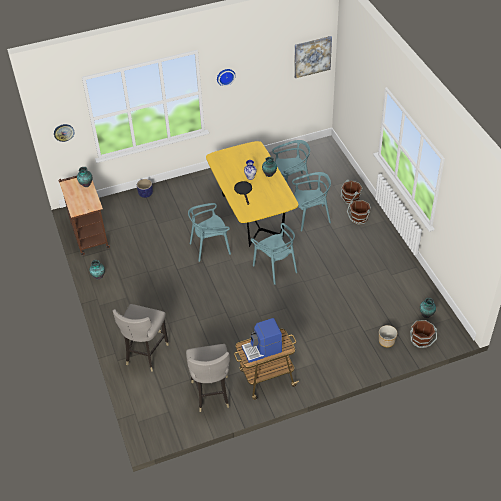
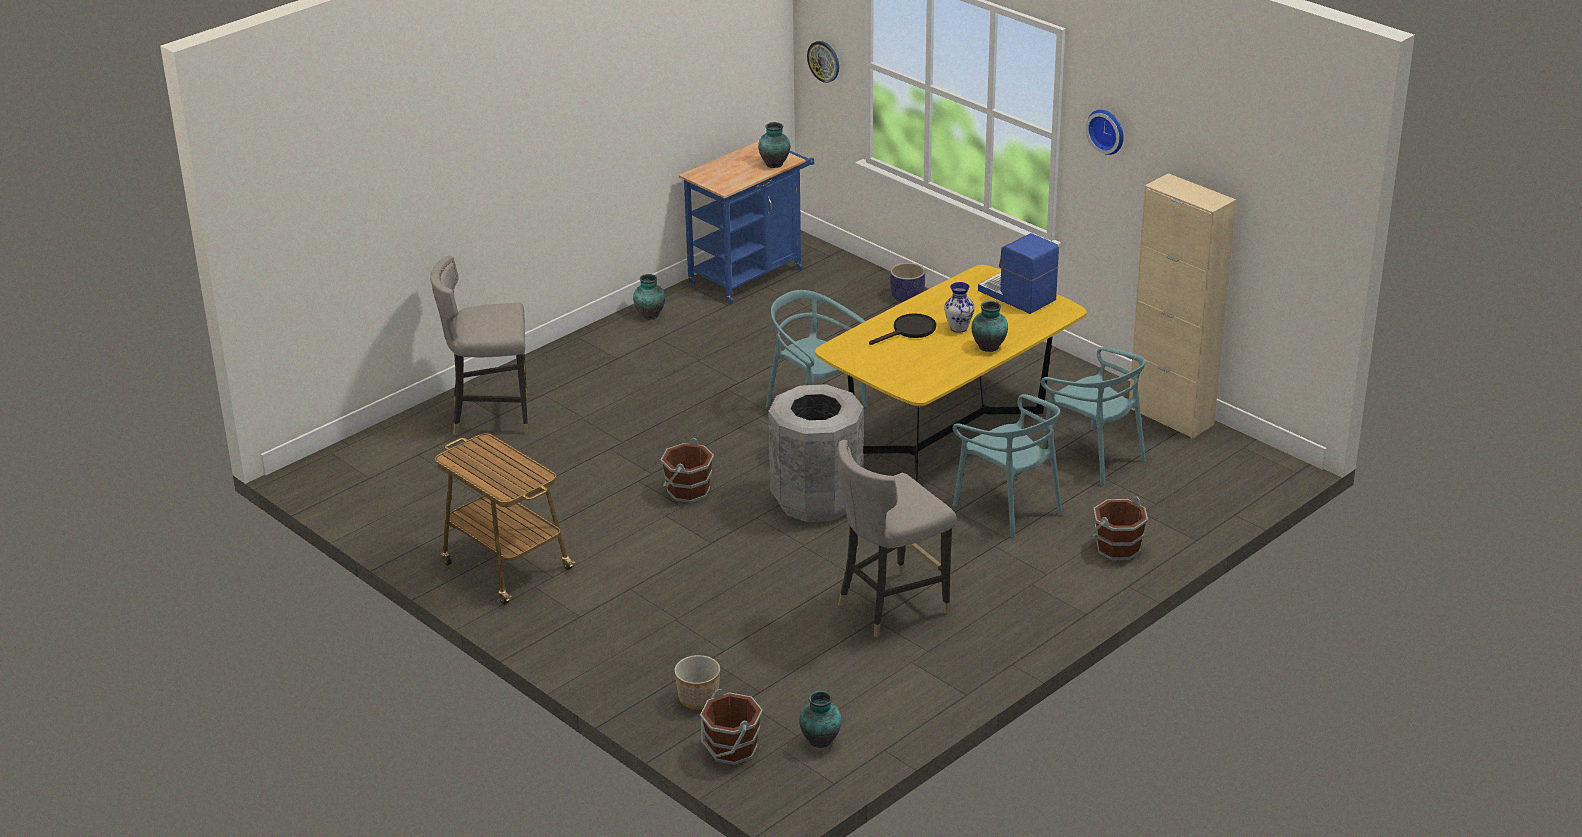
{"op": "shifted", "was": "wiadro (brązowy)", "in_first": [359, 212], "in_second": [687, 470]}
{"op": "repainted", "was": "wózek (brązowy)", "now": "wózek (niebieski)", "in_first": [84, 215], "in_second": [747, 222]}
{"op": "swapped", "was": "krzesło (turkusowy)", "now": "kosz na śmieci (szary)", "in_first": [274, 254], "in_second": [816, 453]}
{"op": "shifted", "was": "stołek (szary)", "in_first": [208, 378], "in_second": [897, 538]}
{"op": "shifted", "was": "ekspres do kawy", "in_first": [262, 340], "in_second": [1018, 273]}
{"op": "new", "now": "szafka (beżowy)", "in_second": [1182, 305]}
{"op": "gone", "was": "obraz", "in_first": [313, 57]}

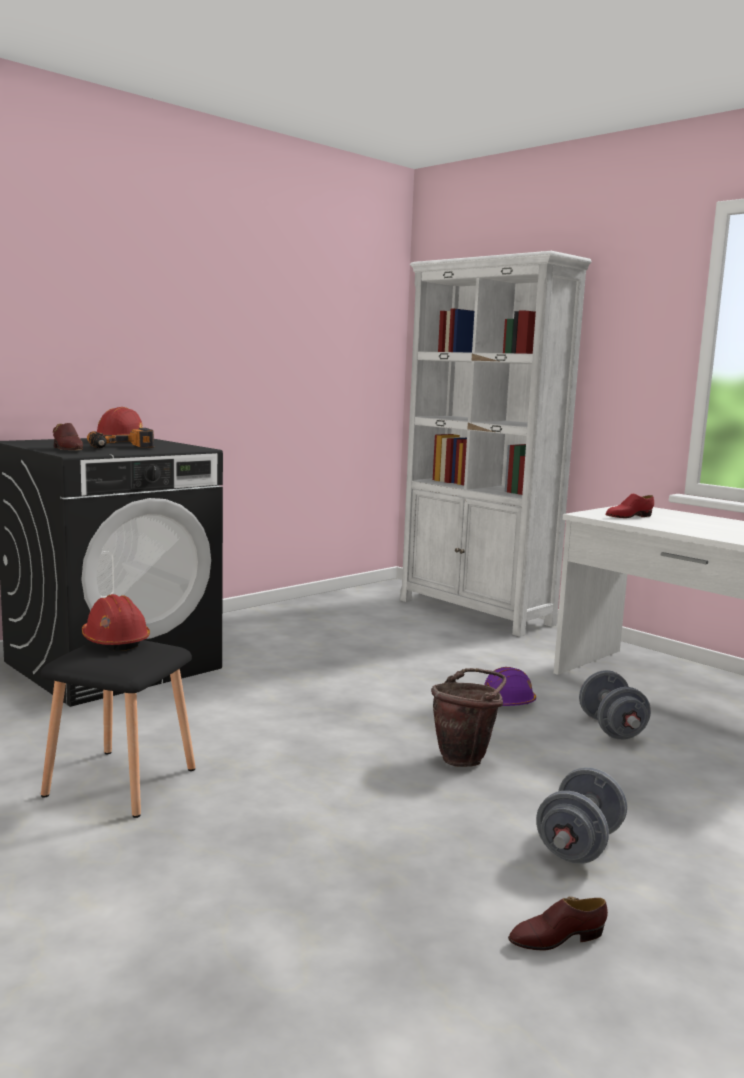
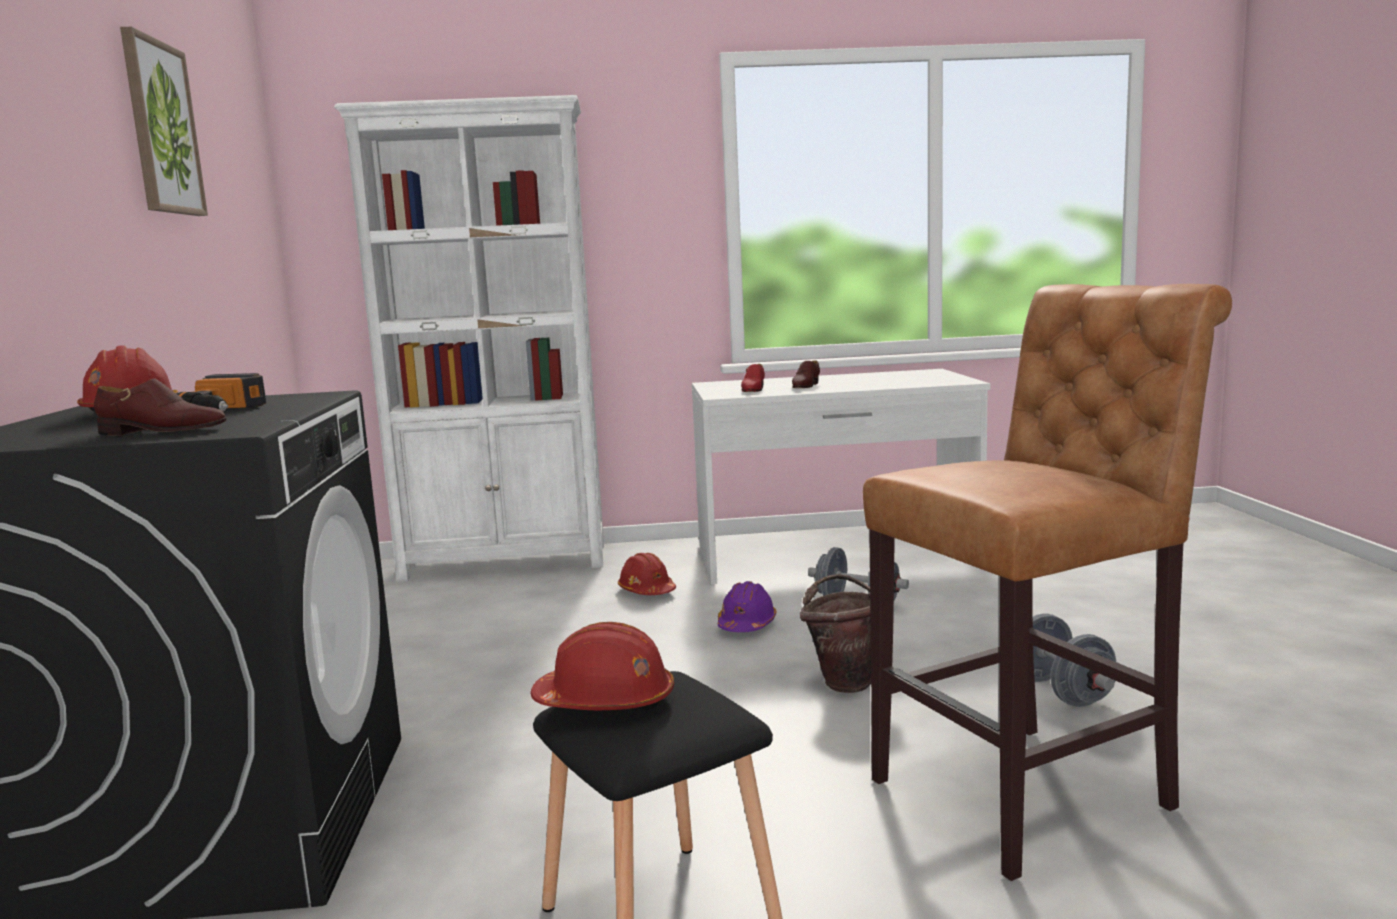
{"op": "new", "now": "obraz", "in_second": [164, 121]}
{"op": "new", "now": "kask (czerwony)", "in_second": [647, 574]}
{"op": "shifted", "was": "but (brązowy)", "in_first": [558, 924], "in_second": [806, 374]}
{"op": "new", "now": "stołek (brązowy)", "in_second": [1047, 582]}

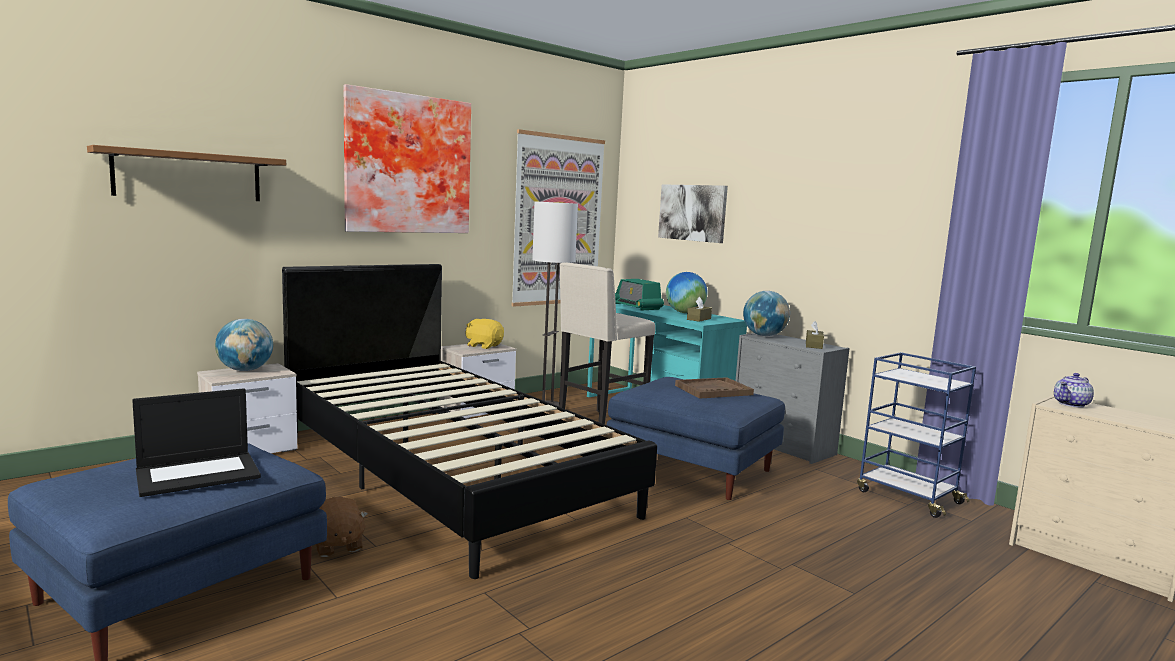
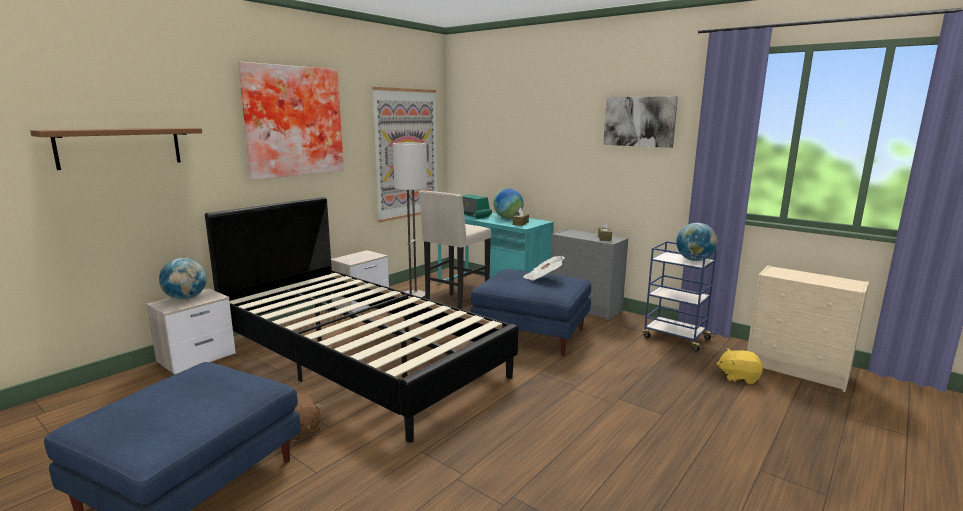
{"op": "swapped", "was": "taca (brązowy)", "now": "gazeta", "in_first": [714, 388], "in_second": [544, 268]}
{"op": "shifted", "was": "obraz", "in_first": [693, 213], "in_second": [640, 122]}
{"op": "shifted", "was": "globus", "in_first": [766, 313], "in_second": [697, 242]}
{"op": "shifted", "was": "pluszak (żółty)", "in_first": [484, 334], "in_second": [739, 366]}
{"op": "gone", "was": "laptop", "in_first": [196, 442]}
{"op": "gone", "was": "imbryk", "in_first": [1074, 390]}

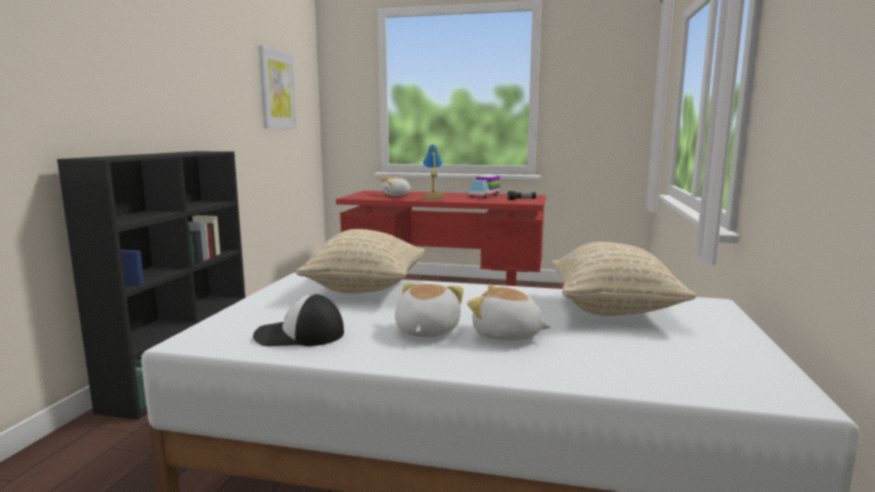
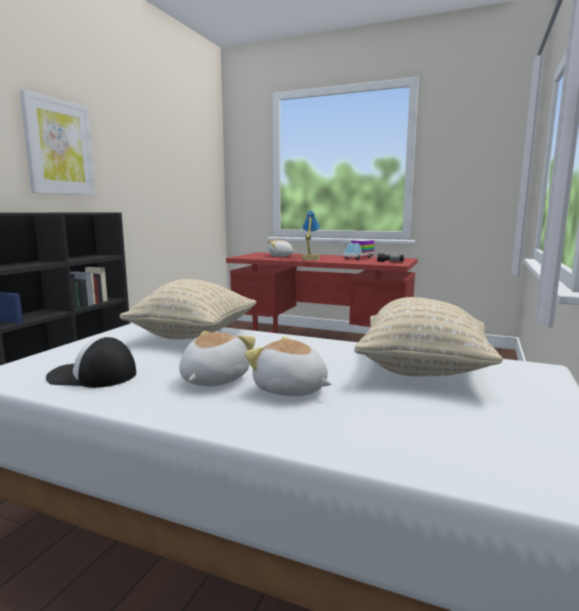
{"op": "shifted", "was": "obraz", "in_first": [277, 86], "in_second": [58, 142]}

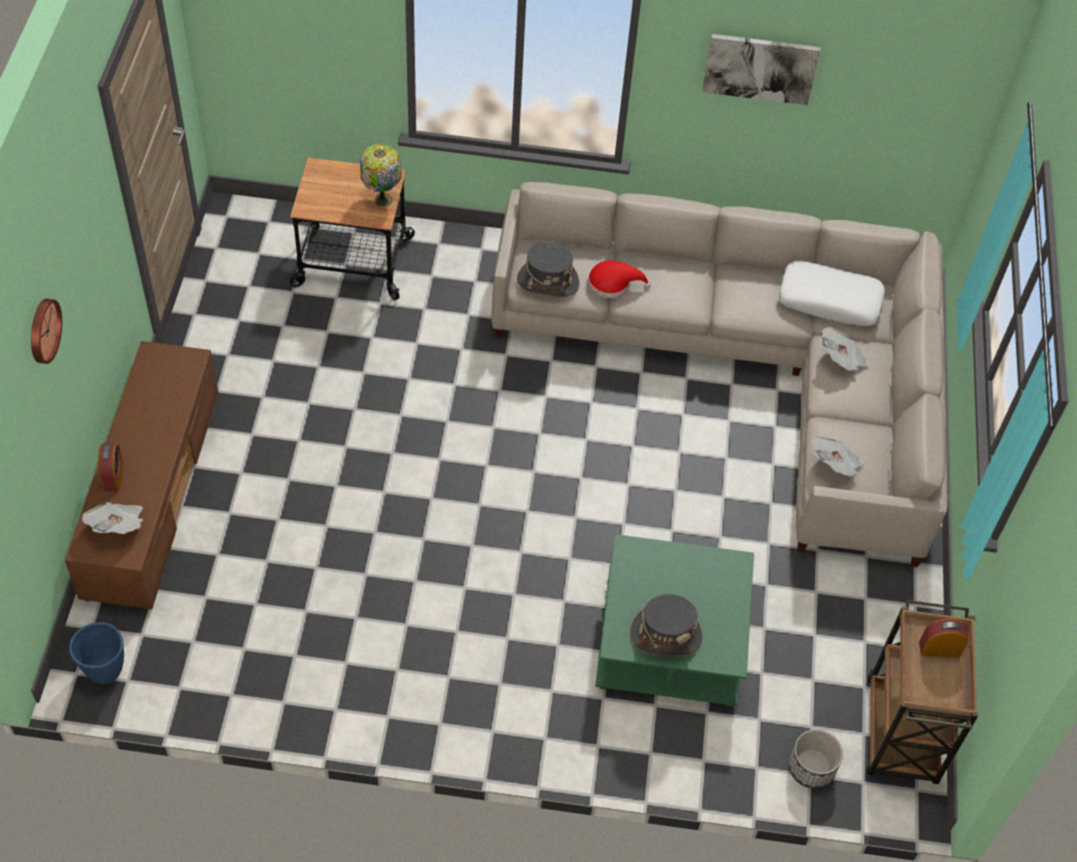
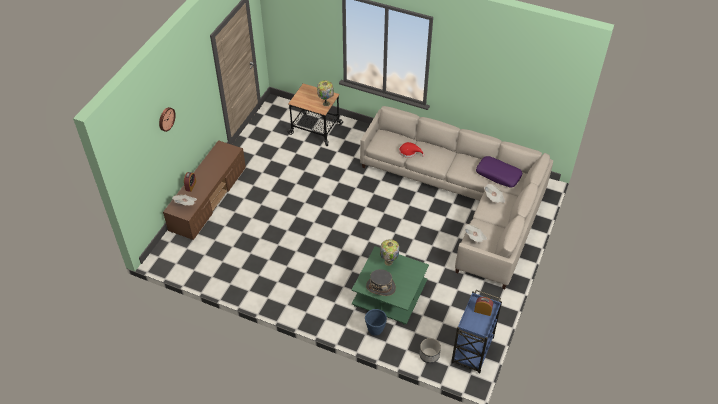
{"op": "shifted", "was": "donica (niebieski)", "in_first": [96, 653], "in_second": [376, 322]}
{"op": "new", "now": "lampa stołowa", "in_second": [389, 252]}
{"op": "repainted", "was": "wózek (brązowy)", "now": "wózek (niebieski)", "in_first": [922, 692], "in_second": [476, 331]}
{"op": "repainted", "was": "poduszka (biały)", "now": "poduszka (fioletowy)", "in_first": [832, 293], "in_second": [499, 172]}
{"op": "gone", "was": "kapelusz (szary)", "in_first": [548, 269]}
{"op": "gone", "was": "obraz", "in_first": [761, 69]}

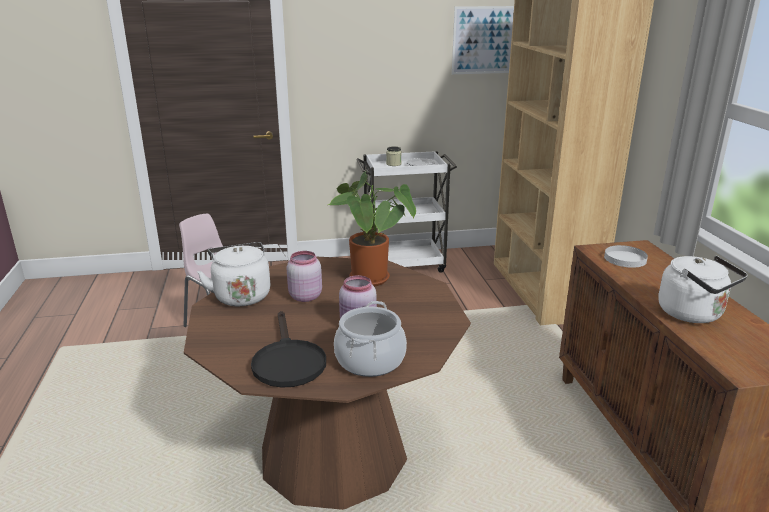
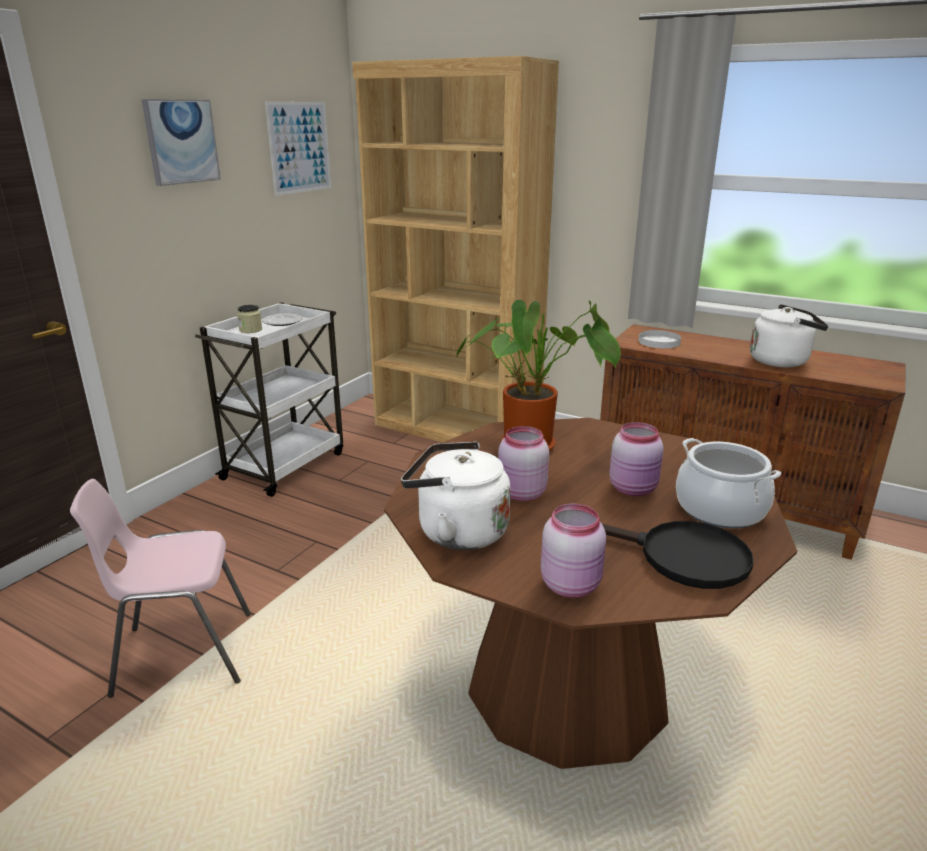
{"op": "new", "now": "obraz", "in_second": [181, 142]}
{"op": "new", "now": "słoik (różowy)", "in_second": [573, 551]}

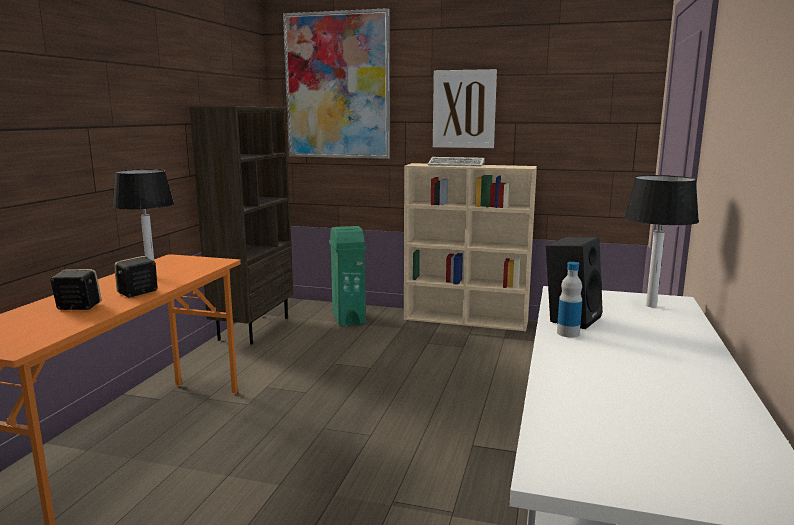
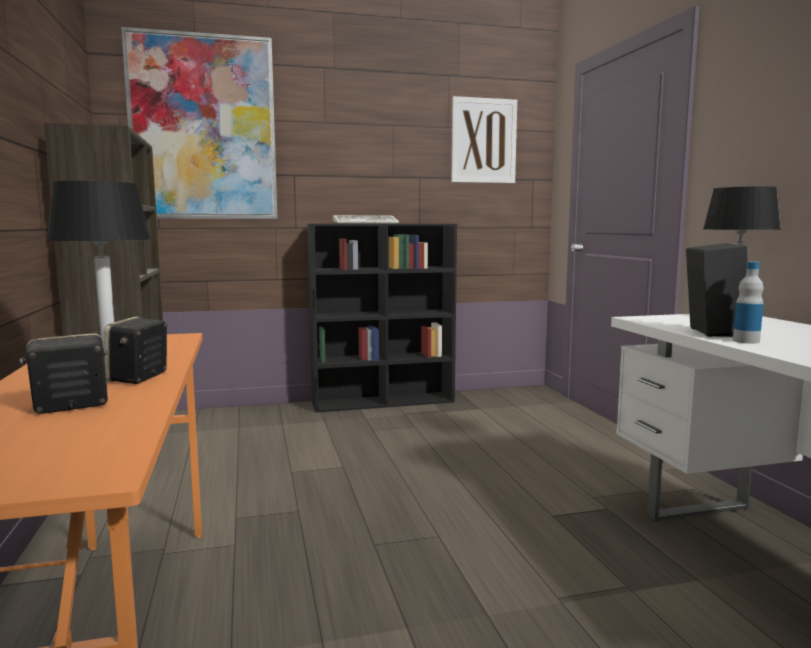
{"op": "repainted", "was": "regał (beżowy)", "now": "regał (czarny)", "in_first": [470, 247], "in_second": [382, 318]}
{"op": "shifted", "was": "obraz", "in_first": [465, 108], "in_second": [484, 139]}
{"op": "gone", "was": "kosz na śmieci (zielony)", "in_first": [347, 276]}

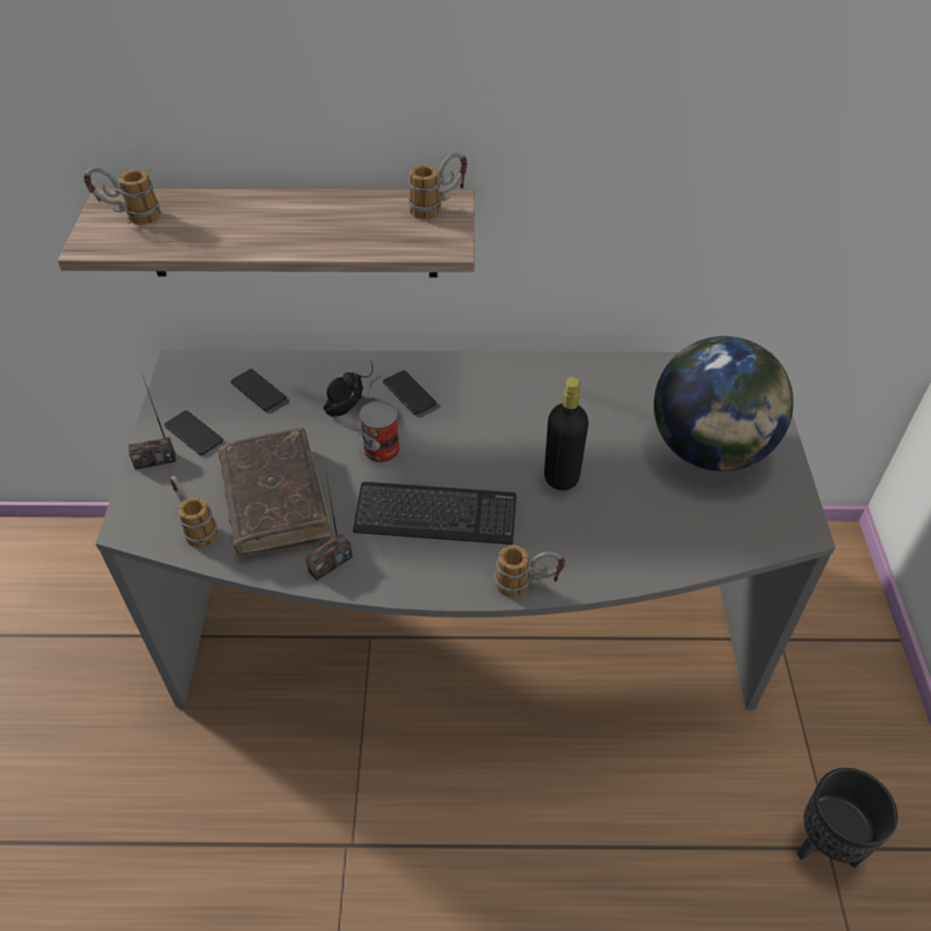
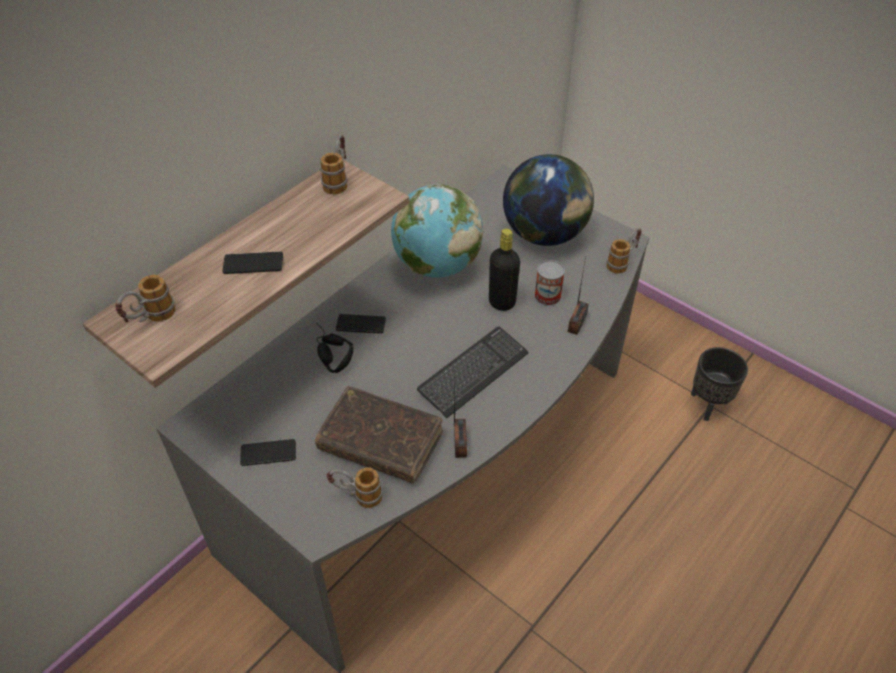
{"op": "shifted", "was": "telefon", "in_first": [259, 390], "in_second": [252, 262]}
{"op": "new", "now": "globus", "in_second": [437, 231]}
{"op": "shifted", "was": "puszka", "in_first": [379, 432], "in_second": [549, 283]}
{"op": "shifted", "was": "radio", "in_first": [152, 422], "in_second": [578, 295]}
{"op": "shifted", "was": "kubek", "in_first": [530, 571], "in_second": [624, 250]}

